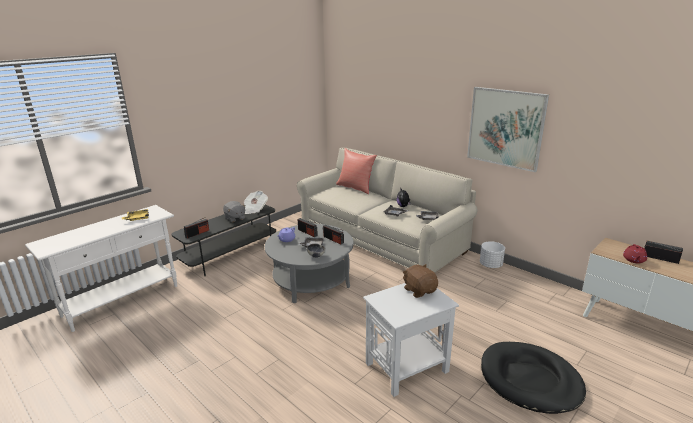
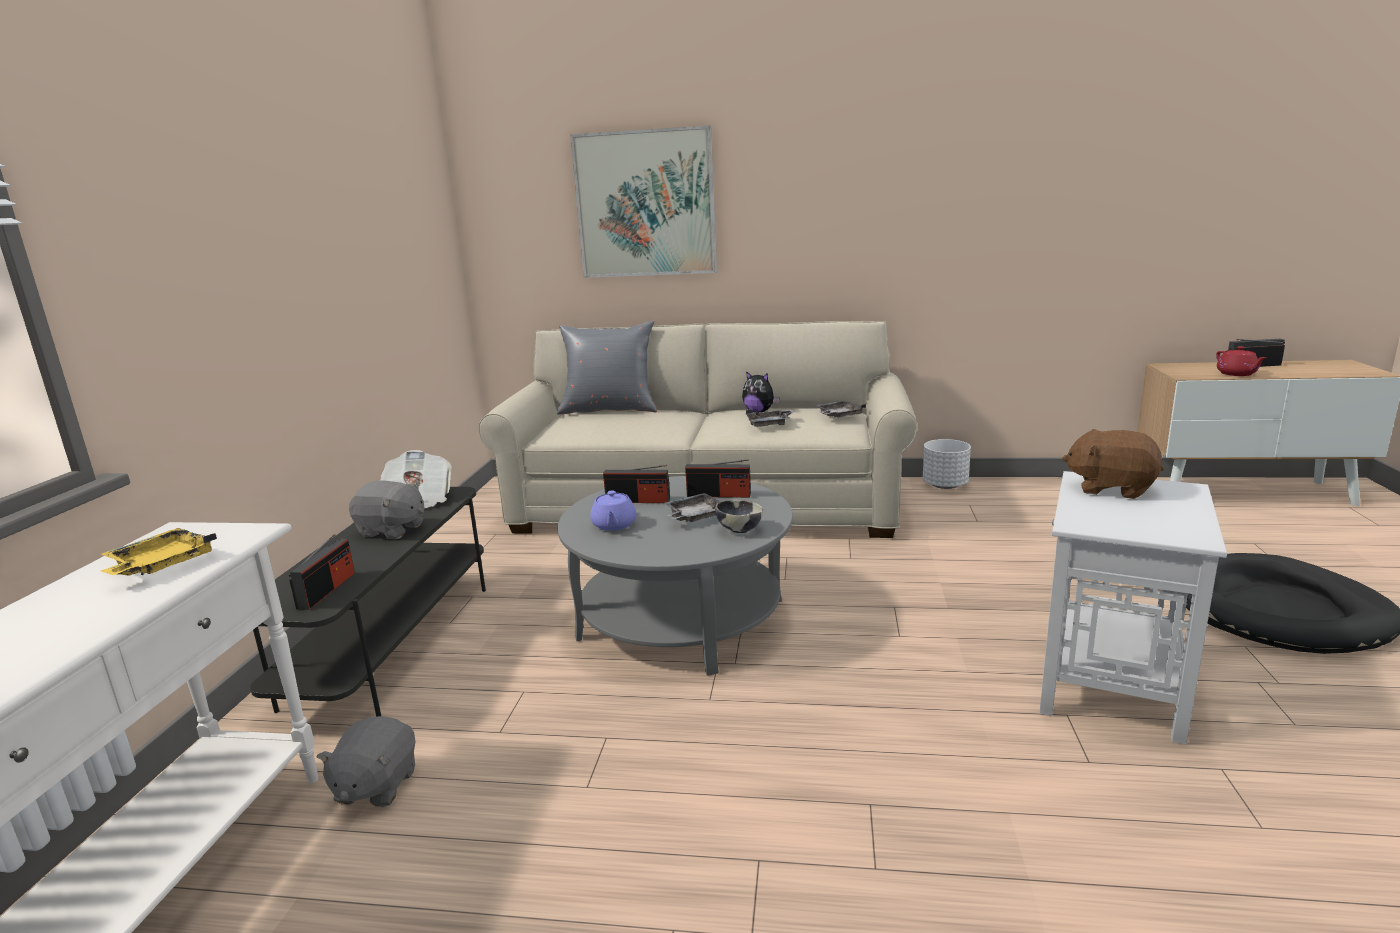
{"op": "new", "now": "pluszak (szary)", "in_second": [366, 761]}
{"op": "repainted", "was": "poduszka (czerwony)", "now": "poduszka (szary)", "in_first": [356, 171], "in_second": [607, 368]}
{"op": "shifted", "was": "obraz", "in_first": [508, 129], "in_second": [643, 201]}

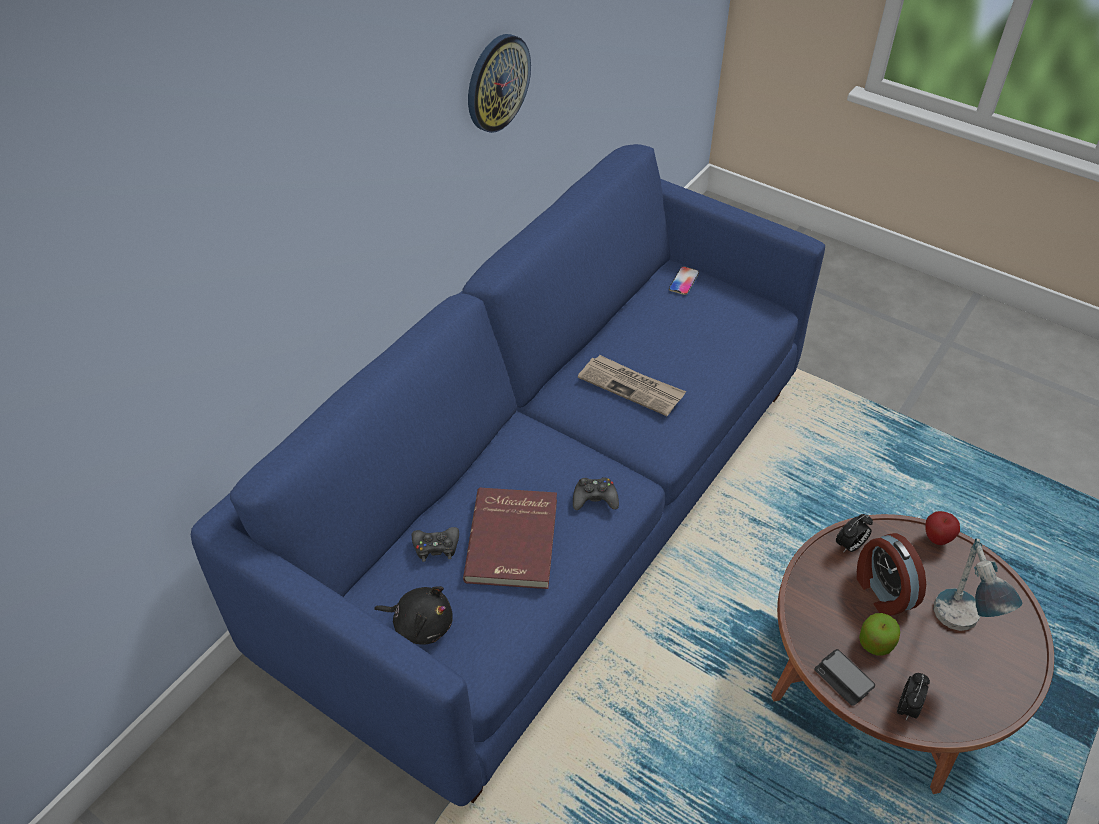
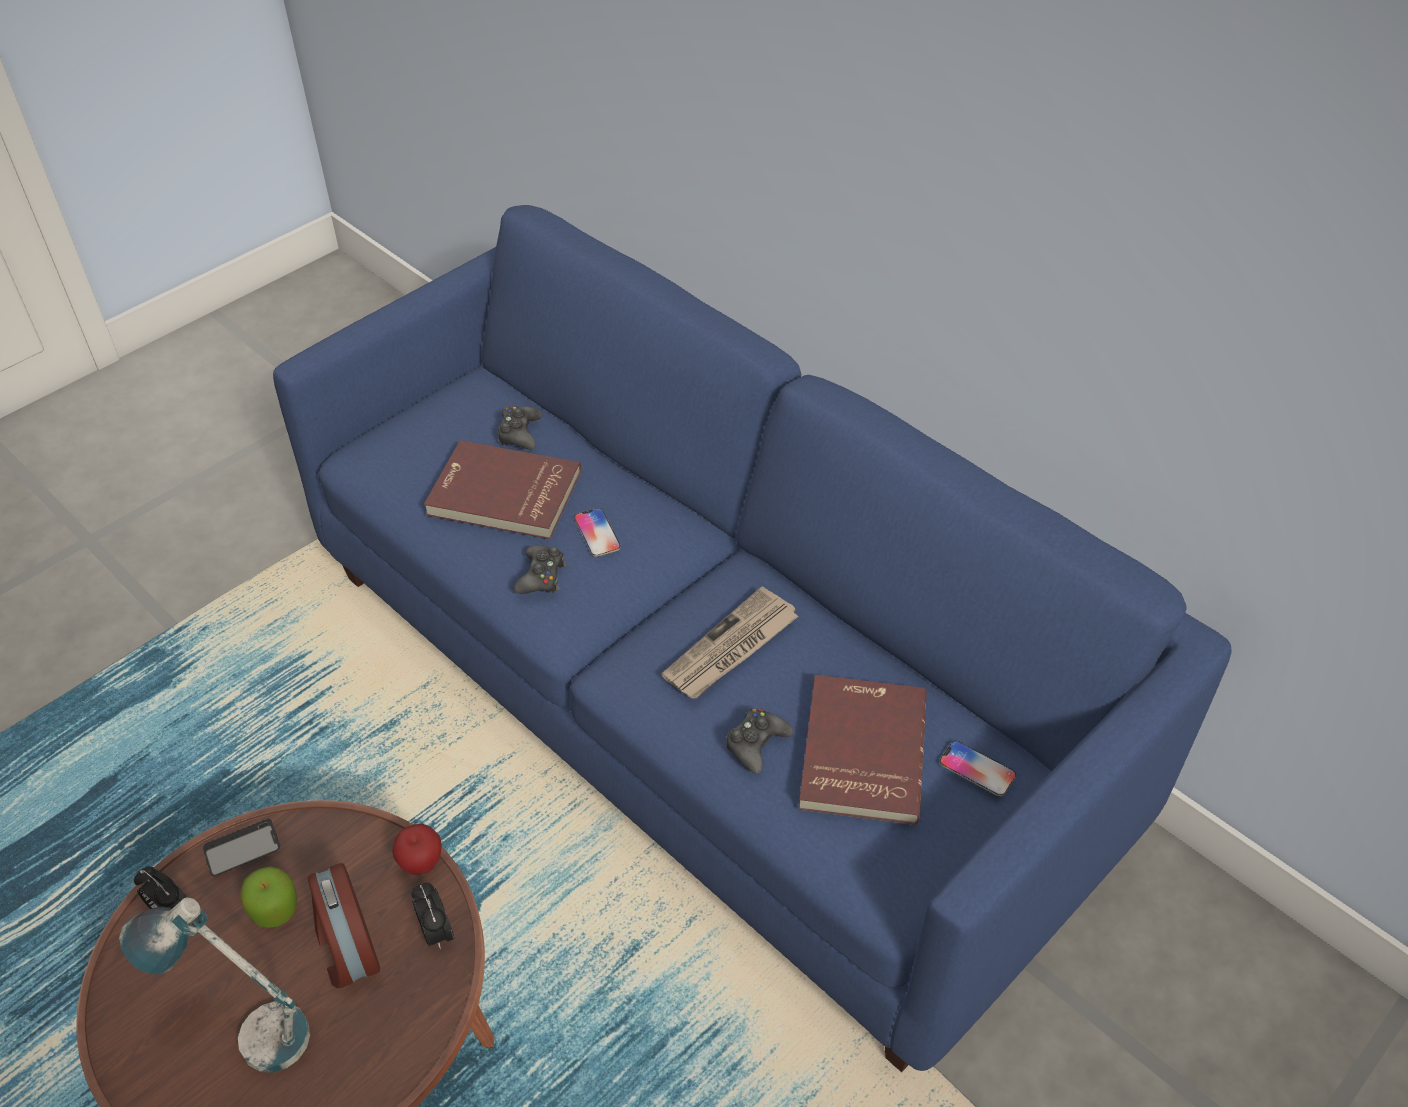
{"op": "rotated", "was": "budzik", "in_first": [891, 574], "in_second": [344, 925], "clockwise": -105}
{"op": "shifted", "was": "jabłko", "in_first": [943, 528], "in_second": [417, 849]}
{"op": "new", "now": "telefon", "in_second": [597, 532]}
{"op": "new", "now": "pad do gier (czarny)", "in_second": [759, 741]}
{"op": "new", "now": "książka (czerwony)", "in_second": [862, 750]}
{"op": "gone", "was": "pluszak (czarny)", "in_first": [413, 615]}
{"op": "gone", "was": "zegar ścienny", "in_first": [499, 83]}

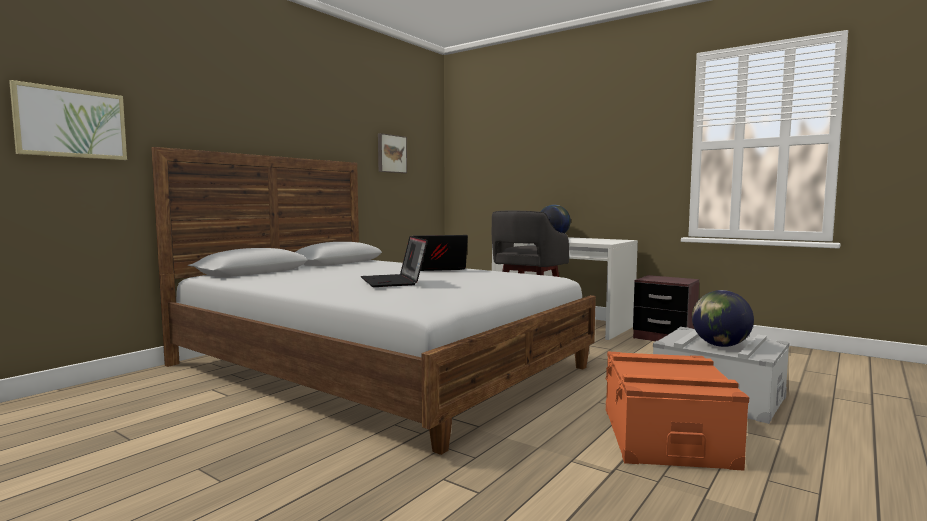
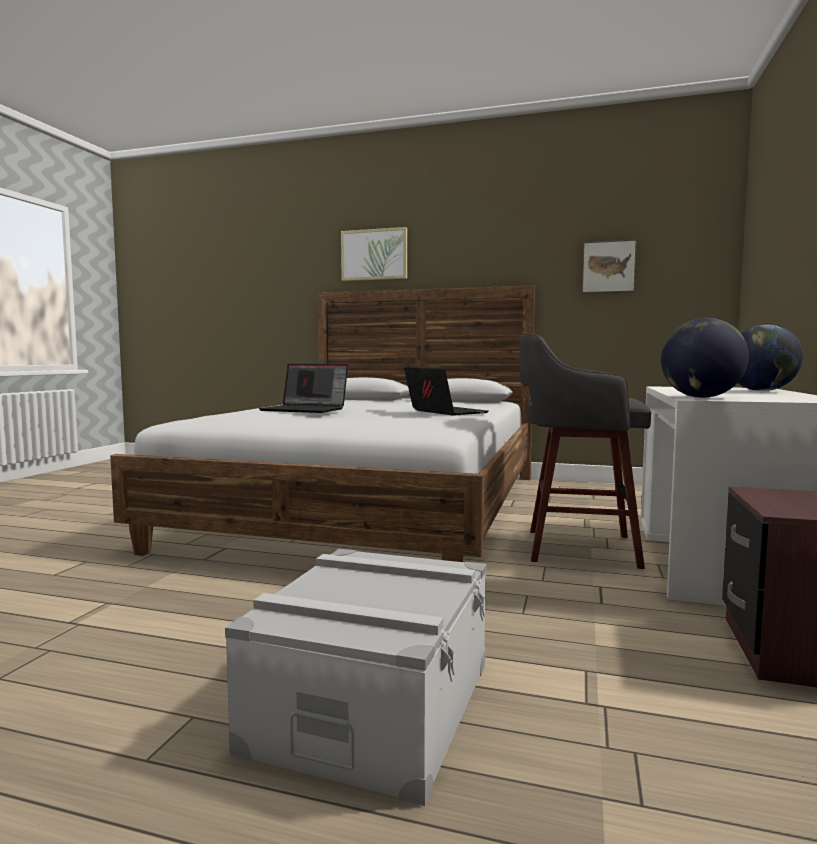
{"op": "rotated", "was": "laptop", "in_first": [394, 261], "in_second": [303, 388], "clockwise": -120}
{"op": "shifted", "was": "obraz", "in_first": [68, 120], "in_second": [374, 254]}
{"op": "shifted", "was": "globus", "in_first": [723, 318], "in_second": [705, 358]}
{"op": "gone", "was": "pojemnik do przechowywania (pomarańczowy)", "in_first": [677, 410]}

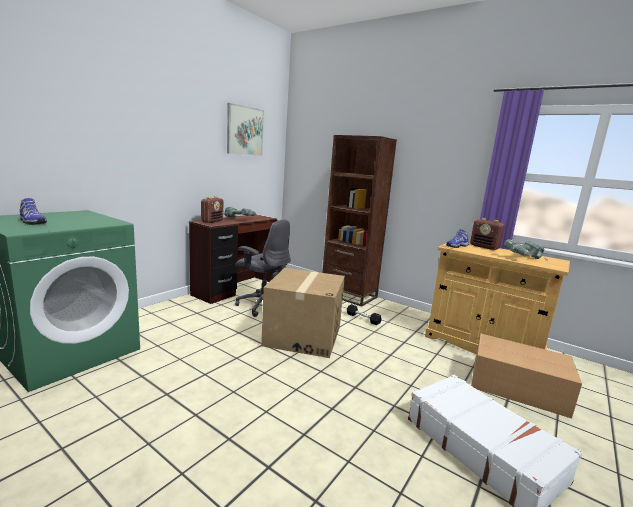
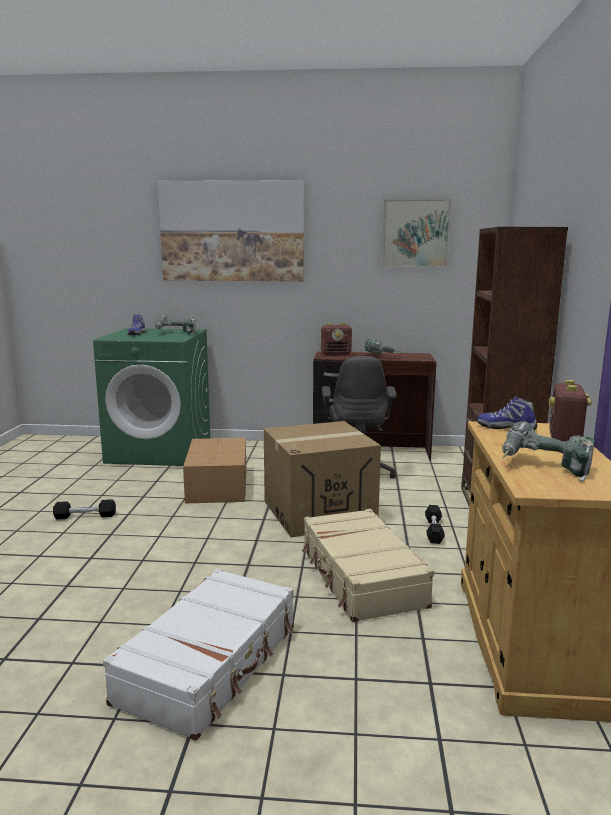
{"op": "new", "now": "hantel (czarny)", "in_second": [84, 509]}
{"op": "new", "now": "wiertarka", "in_second": [175, 324]}
{"op": "new", "now": "obraz", "in_second": [231, 230]}
{"op": "shifted", "was": "karton", "in_first": [526, 376], "in_second": [214, 470]}
{"op": "new", "now": "walizka (beżowy)", "in_second": [368, 565]}

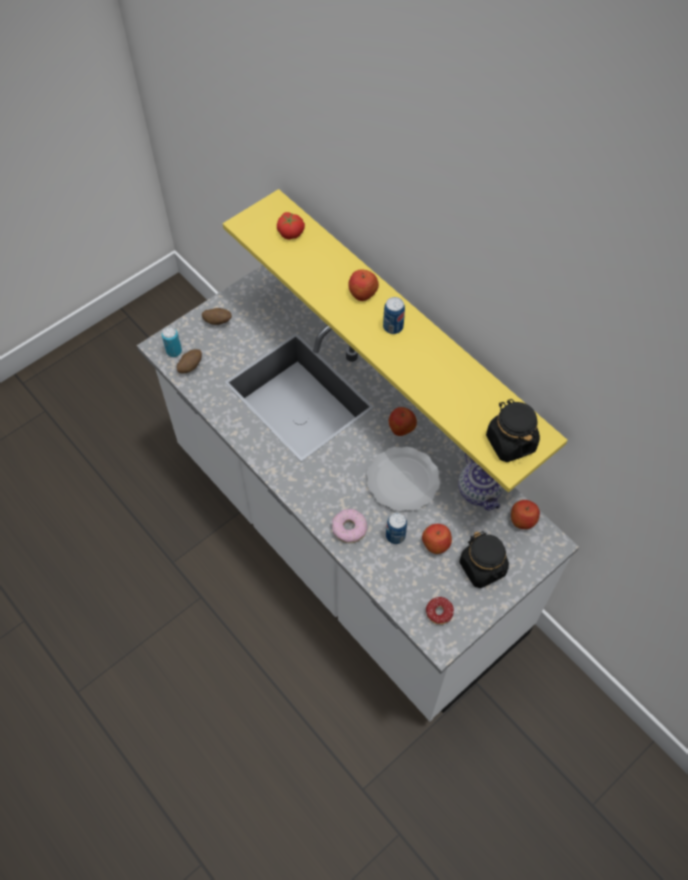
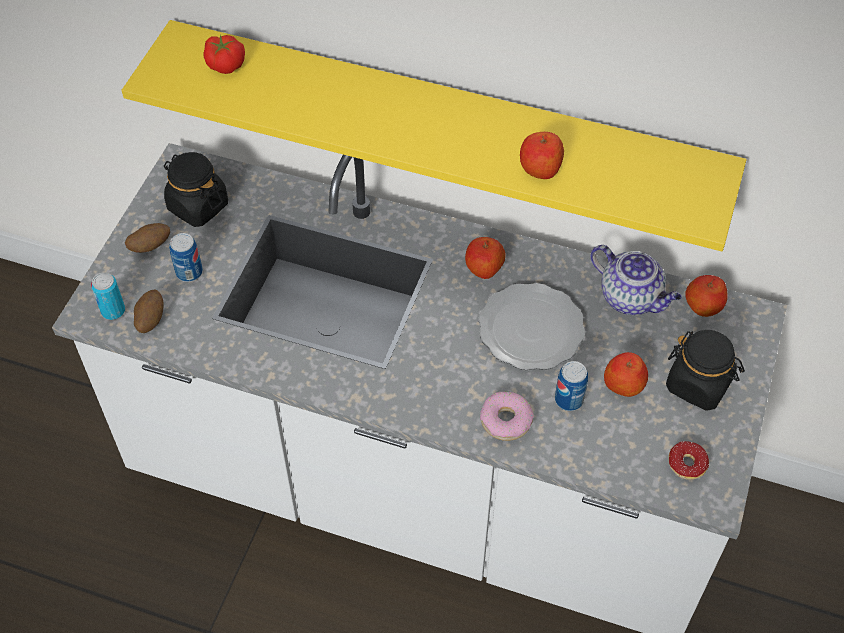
{"op": "shifted", "was": "słoik (czarny)", "in_first": [513, 430], "in_second": [196, 189]}
{"op": "shifted", "was": "puszka", "in_first": [394, 315], "in_second": [186, 257]}
{"op": "shifted", "was": "jabłko", "in_first": [363, 285], "in_second": [542, 155]}

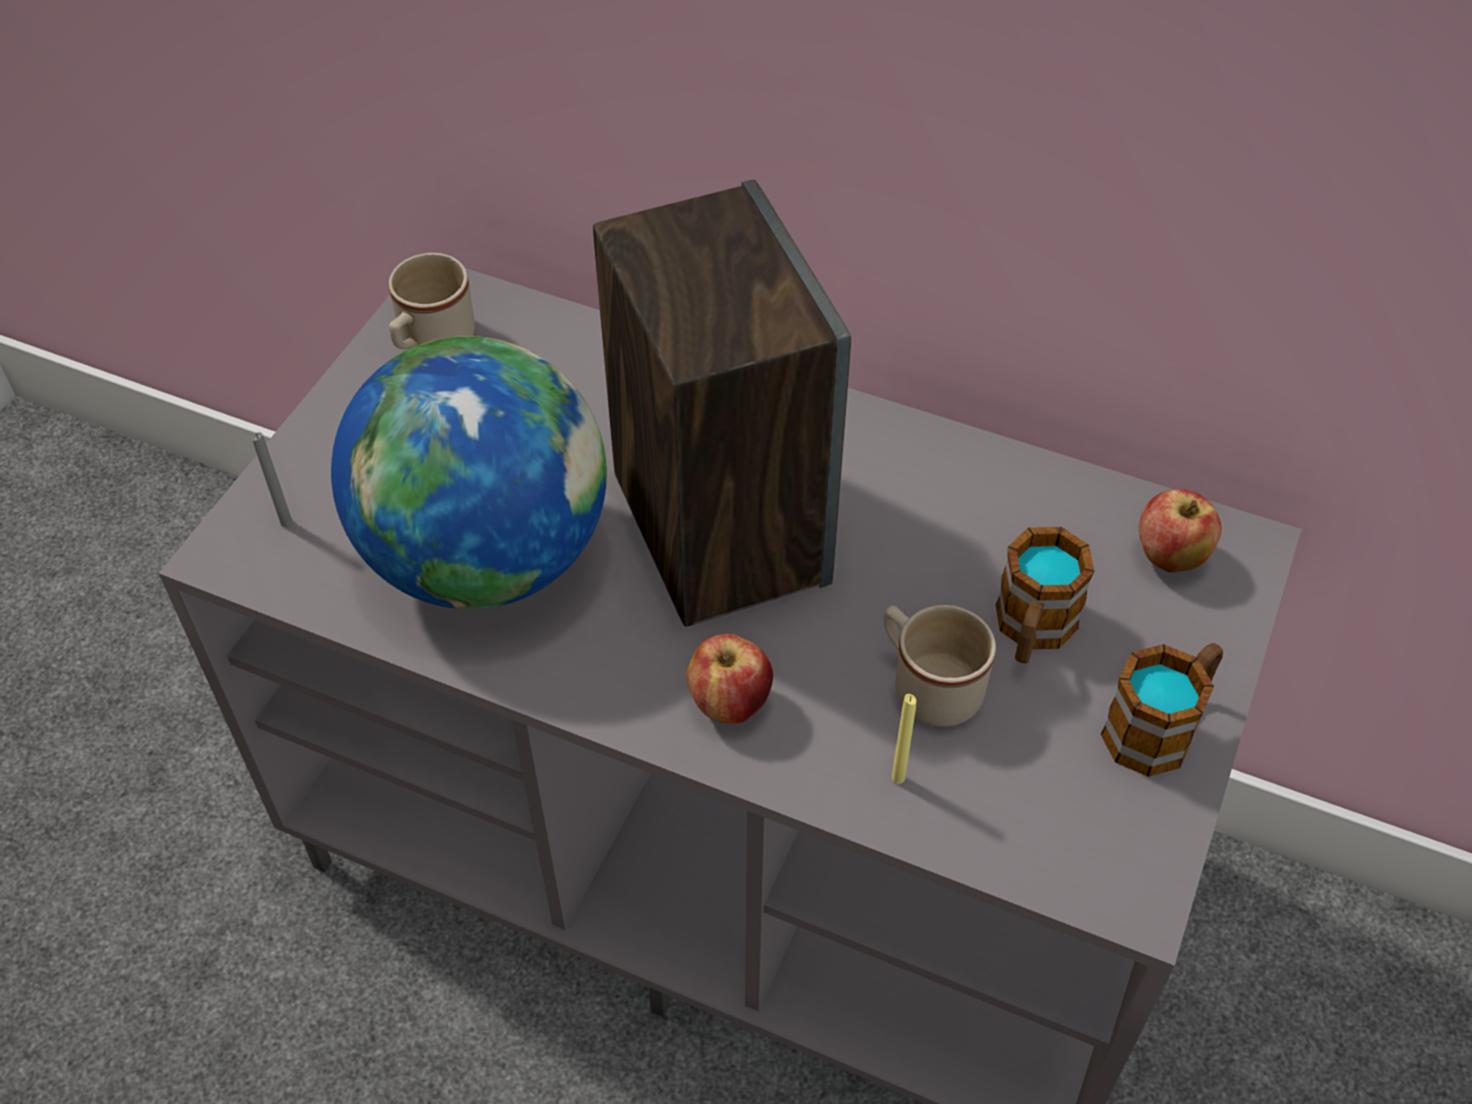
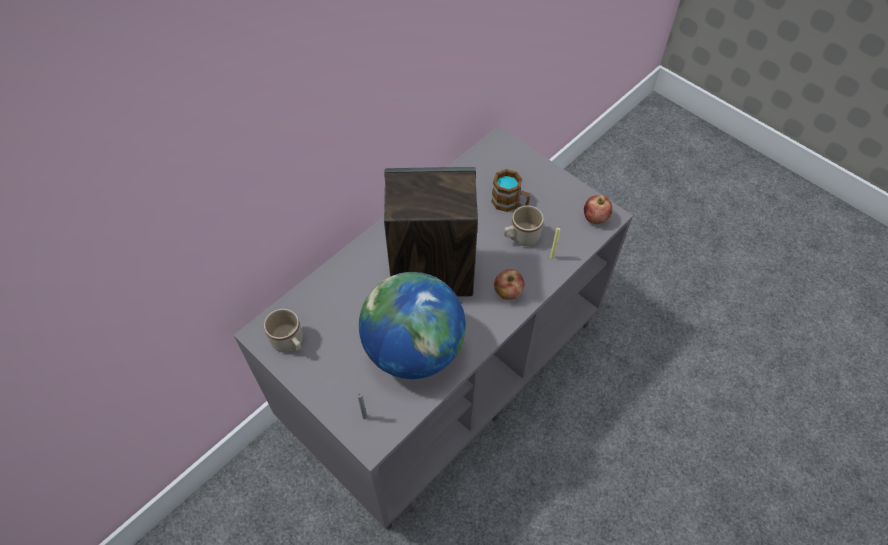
{"op": "shifted", "was": "jabłko", "in_first": [1180, 531], "in_second": [598, 209]}
{"op": "gone", "was": "kubek", "in_first": [1162, 710]}

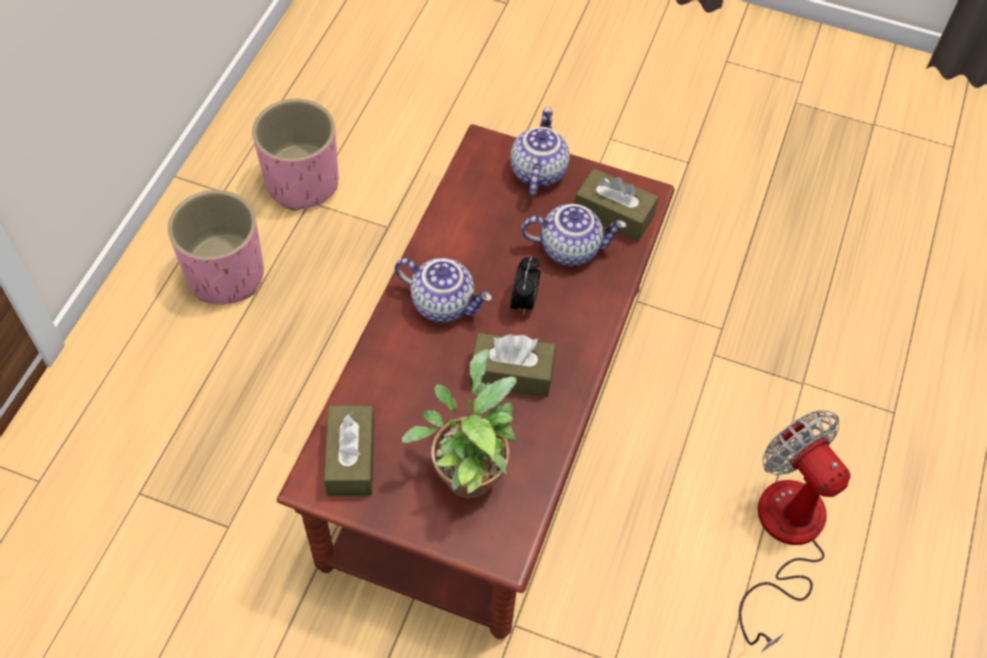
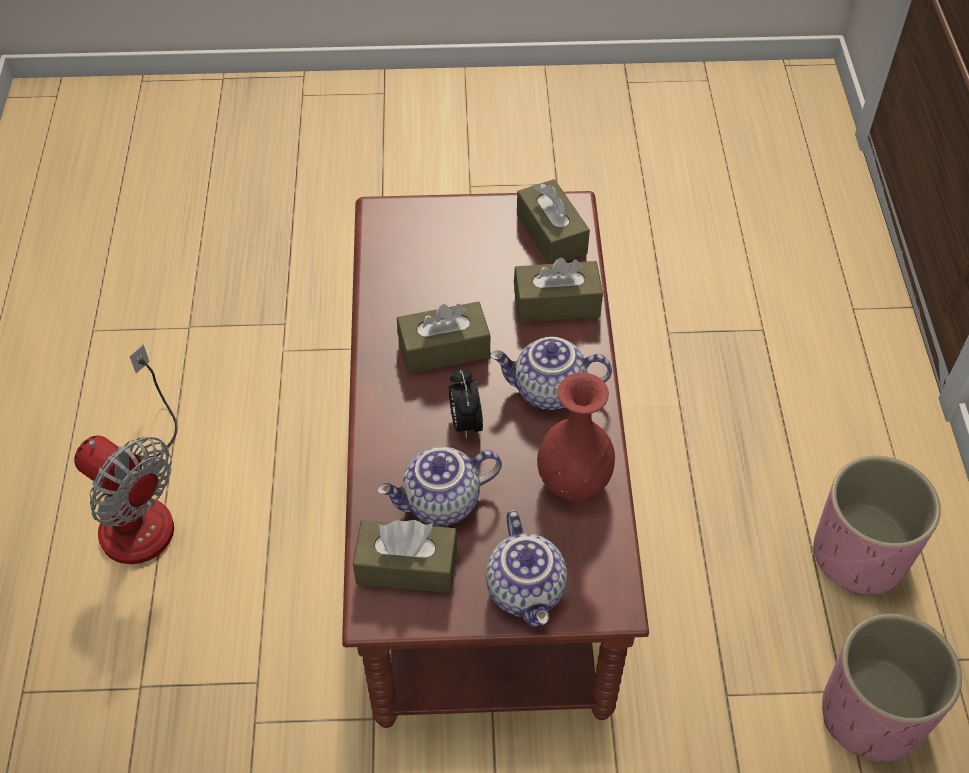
{"op": "new", "now": "pudełko chusteczek (brązowy)", "in_second": [558, 290]}
{"op": "new", "now": "wazon (czerwony)", "in_second": [576, 436]}
{"op": "gone", "was": "roślina doniczkowa", "in_first": [459, 424]}

